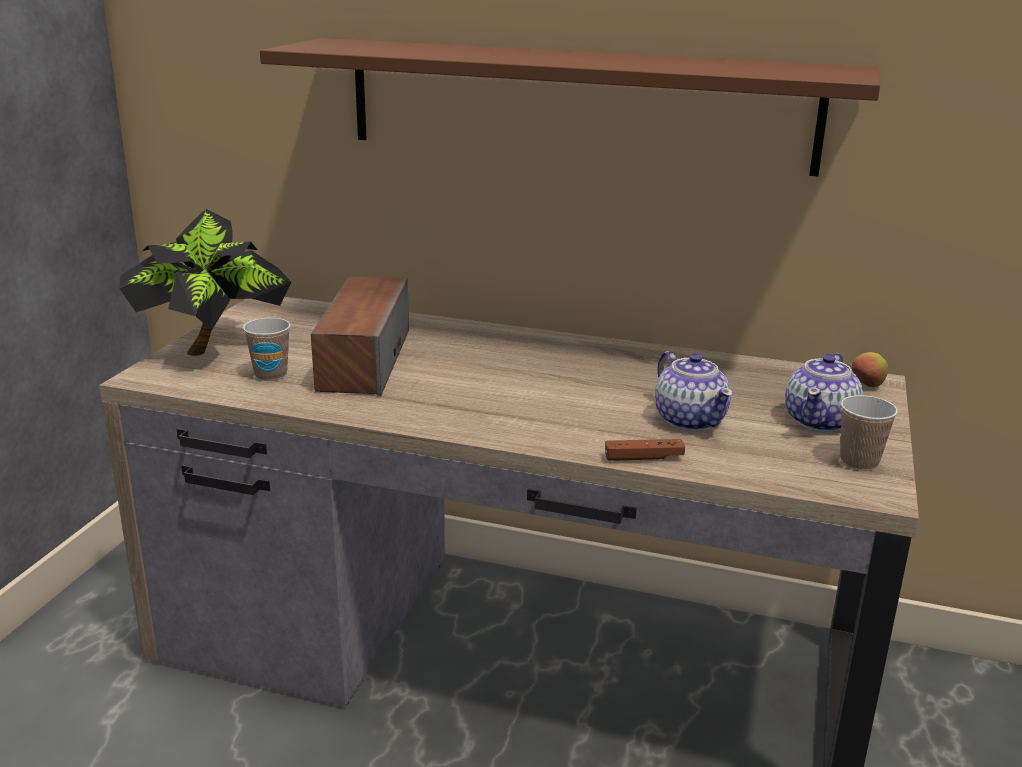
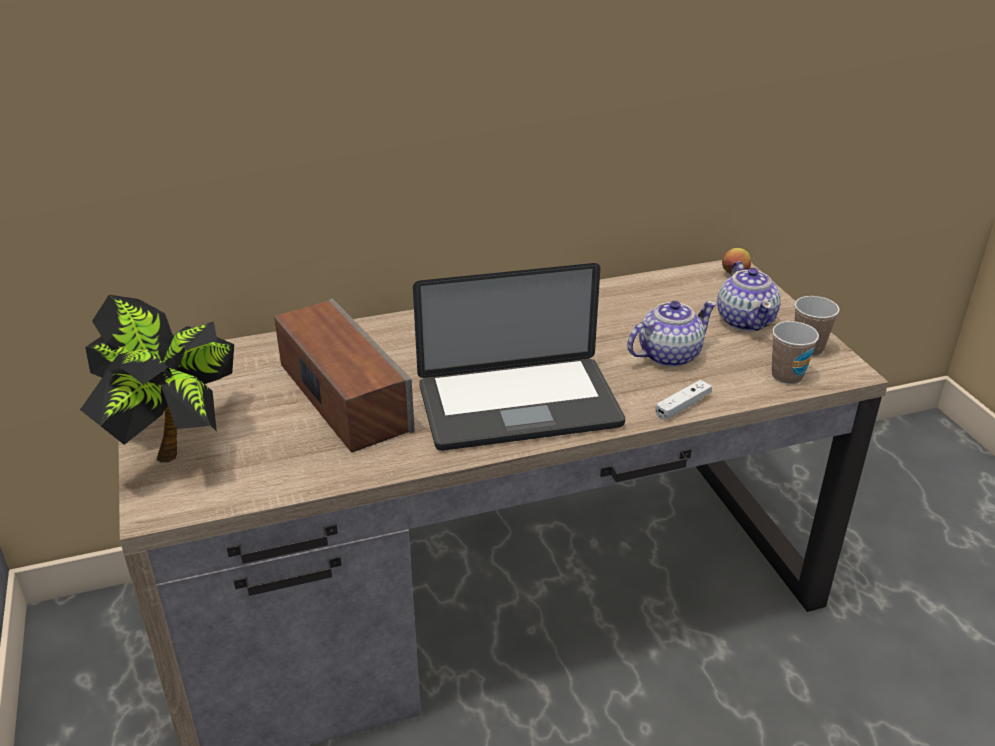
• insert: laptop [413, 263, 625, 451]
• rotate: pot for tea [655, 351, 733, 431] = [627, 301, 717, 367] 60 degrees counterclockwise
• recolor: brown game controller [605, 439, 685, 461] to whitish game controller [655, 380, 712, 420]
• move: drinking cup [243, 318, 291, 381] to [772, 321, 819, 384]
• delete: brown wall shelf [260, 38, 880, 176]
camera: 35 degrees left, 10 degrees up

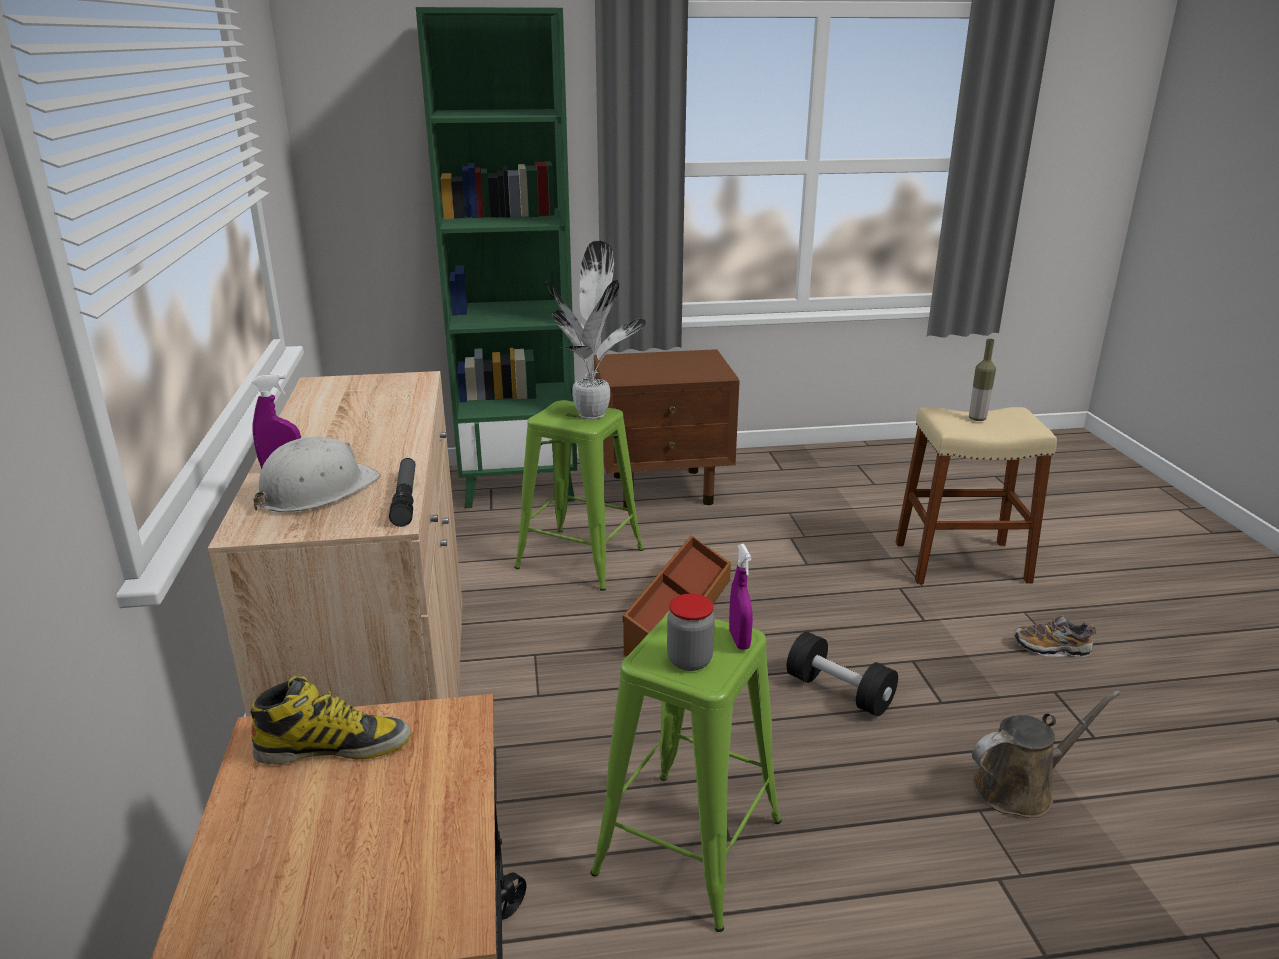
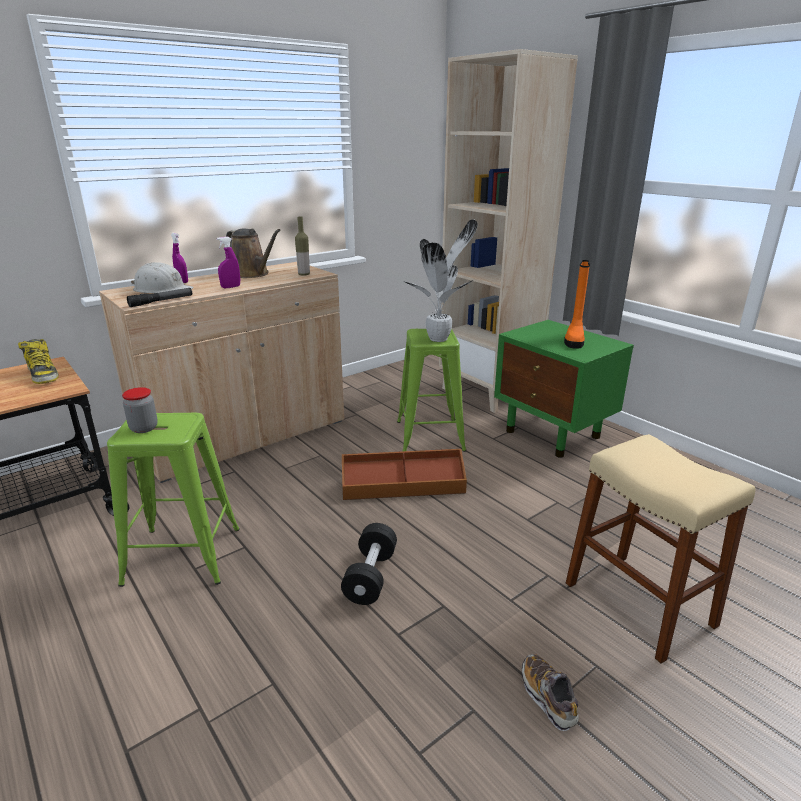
• move: purplish spray bottle [729, 544, 753, 650] to [216, 237, 240, 289]
• move: brown sprinkling can [972, 691, 1120, 818] to [226, 228, 281, 278]
• move: bottle [969, 339, 996, 421] to [295, 217, 310, 276]
• recolor: greenish bookcase [416, 7, 577, 508] to beige-coloured bookcase [439, 49, 578, 413]
• recolor: brown night table [594, 349, 740, 508] to greenish night table [494, 320, 634, 458]
• insert: orange-coloured boot [564, 260, 590, 349]
camera: 60 degrees right, 0 degrees up

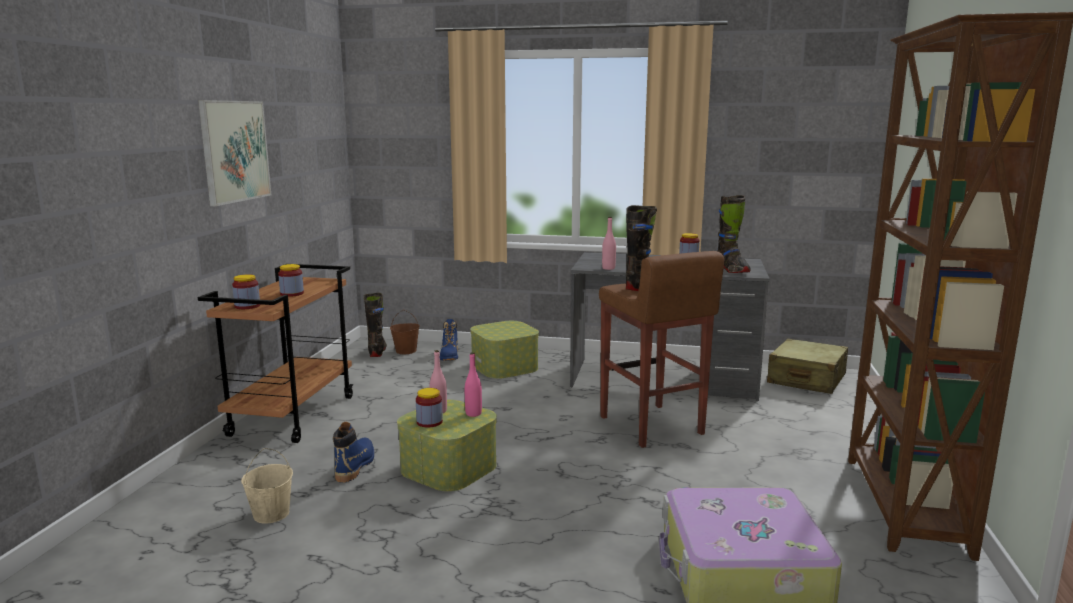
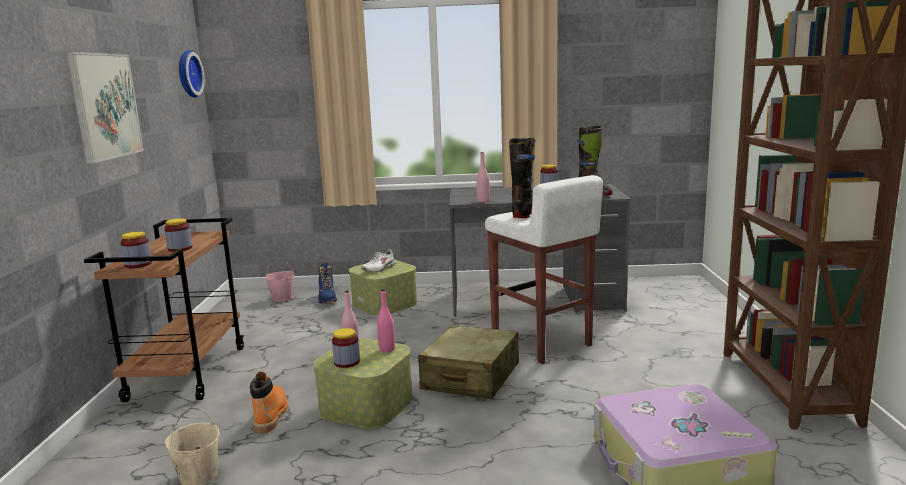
• insert: clock on the wall [179, 50, 205, 98]
• recolor: blue boot [333, 422, 374, 483] to orange-coloured boot [250, 372, 288, 434]
• recolor: brown bucket [390, 310, 420, 354] to pink bucket [265, 258, 295, 302]
• insert: whitish item of footwear [361, 249, 396, 272]
• move: beige-coloured travel case [767, 338, 848, 394] to [418, 325, 519, 399]
• recolor: brown stool [599, 251, 724, 448] to whitish stool [485, 175, 603, 364]
• delete: black boot [364, 293, 387, 357]
camera: 10 degrees left, 0 degrees up

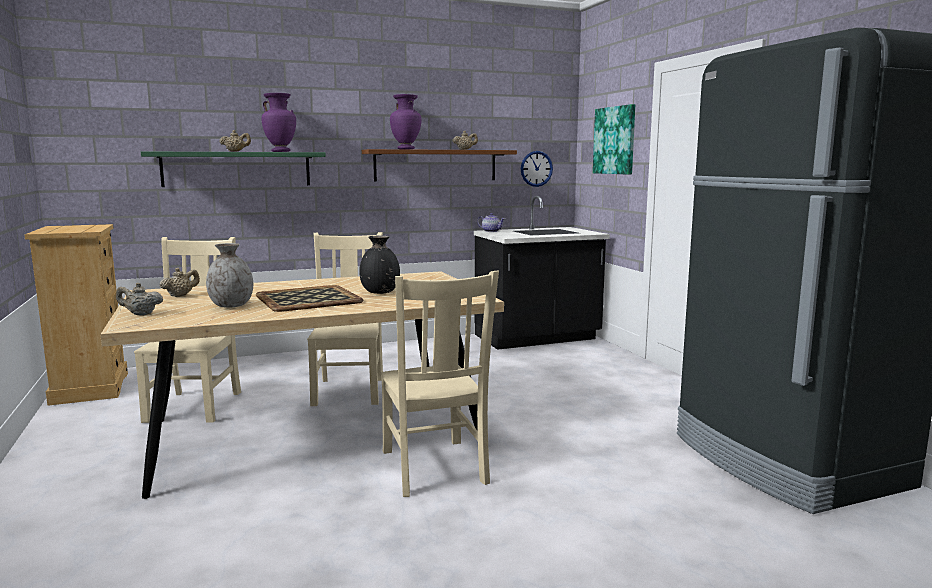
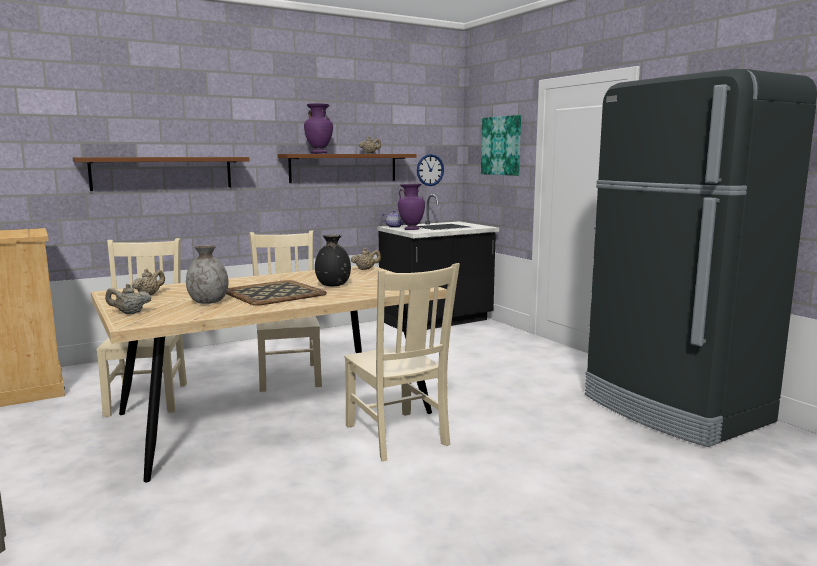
• recolor: greenish wall shelf [141, 151, 326, 187] to brown wall shelf [73, 157, 249, 191]
• move: beige-coloured pot for tea [219, 130, 251, 152] to [351, 248, 381, 270]
• move: purplish decorative vase [261, 93, 296, 152] to [398, 183, 425, 230]
camera: 10 degrees left, 0 degrees up

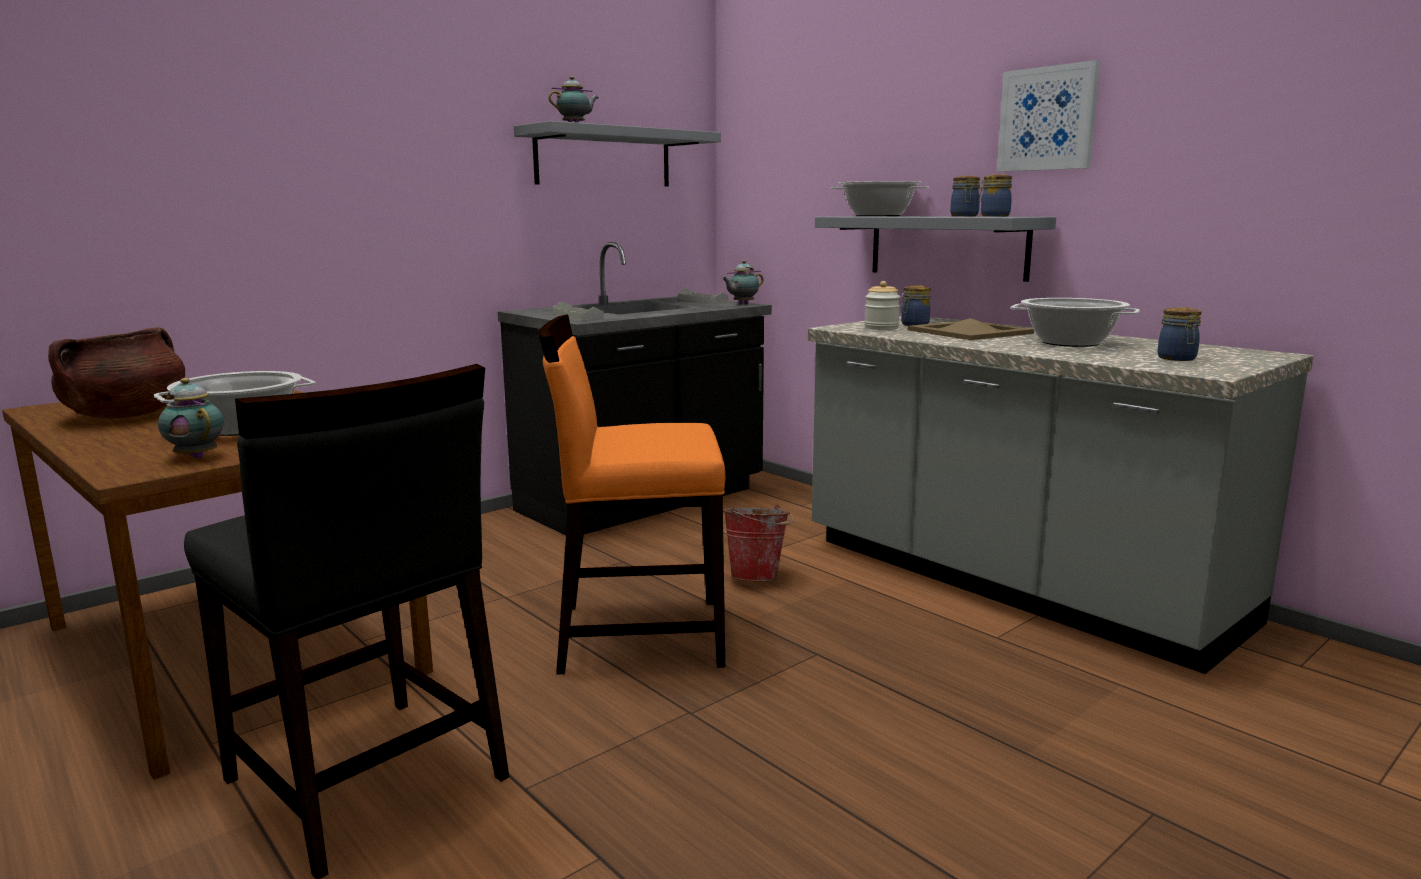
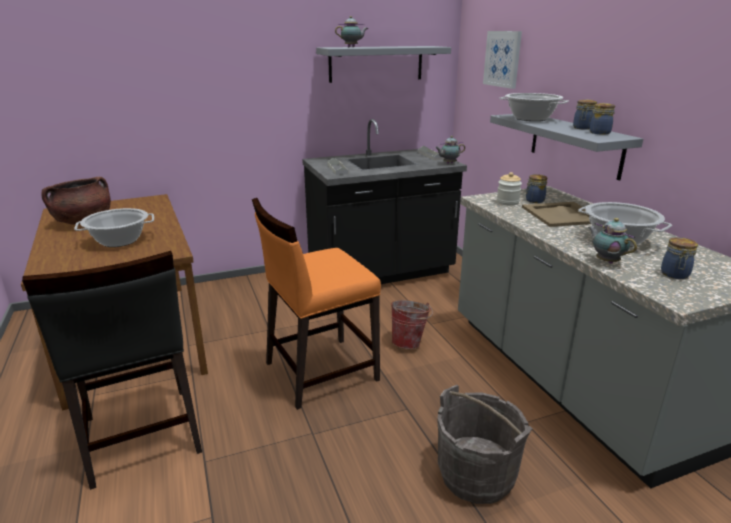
• rotate: orange-coloured chair [538, 315, 725, 675] = [252, 198, 381, 410] 45 degrees counterclockwise
• insert: greyish bucket [437, 385, 532, 504]
• move: picture [997, 60, 1100, 172] to [483, 31, 522, 89]
• move: pot for tea [158, 378, 224, 459] to [588, 218, 637, 264]
camera: 20 degrees right, 10 degrees up

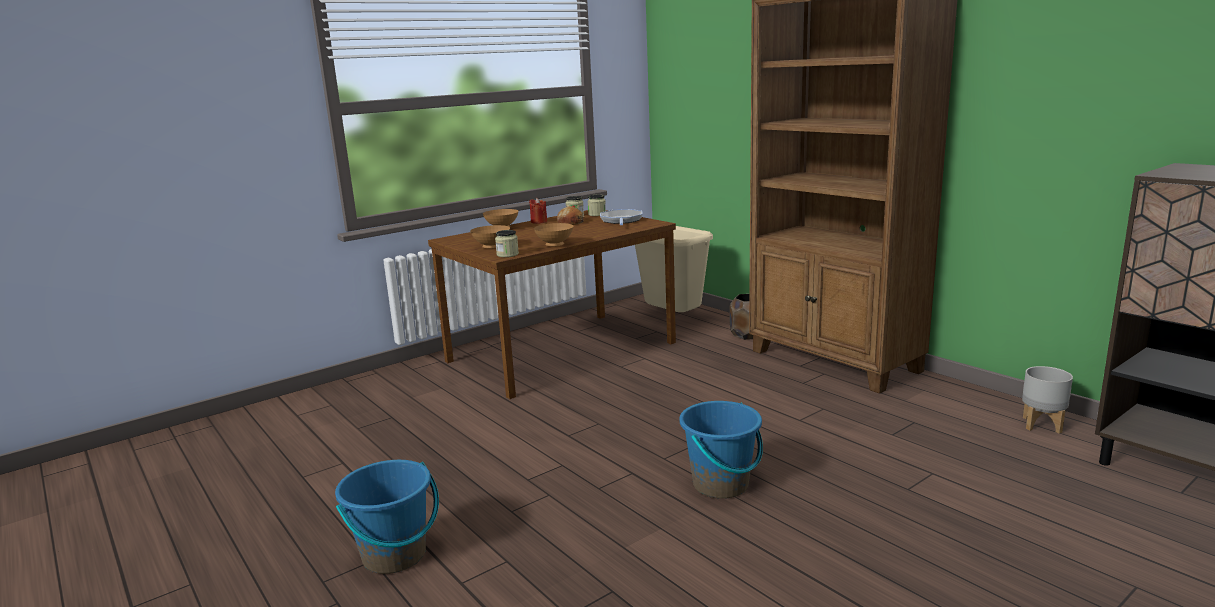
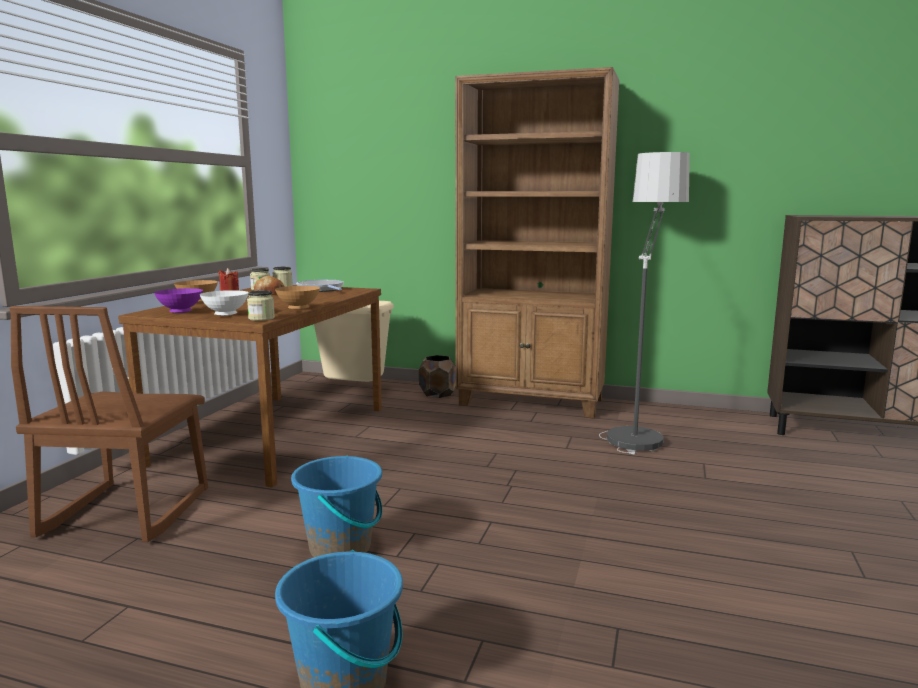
• insert: brown chair [9, 306, 208, 542]
• insert: purplish serving bowl [154, 288, 203, 313]
• recolor: brown serving bowl [470, 225, 510, 249] to whitish serving bowl [200, 290, 249, 316]
• move: blue bucket [679, 401, 763, 499] to [291, 456, 382, 557]
• insert: standard lamp [599, 152, 690, 455]
• delete: greyish plant pot [1022, 366, 1073, 434]
camera: 35 degrees left, 5 degrees down

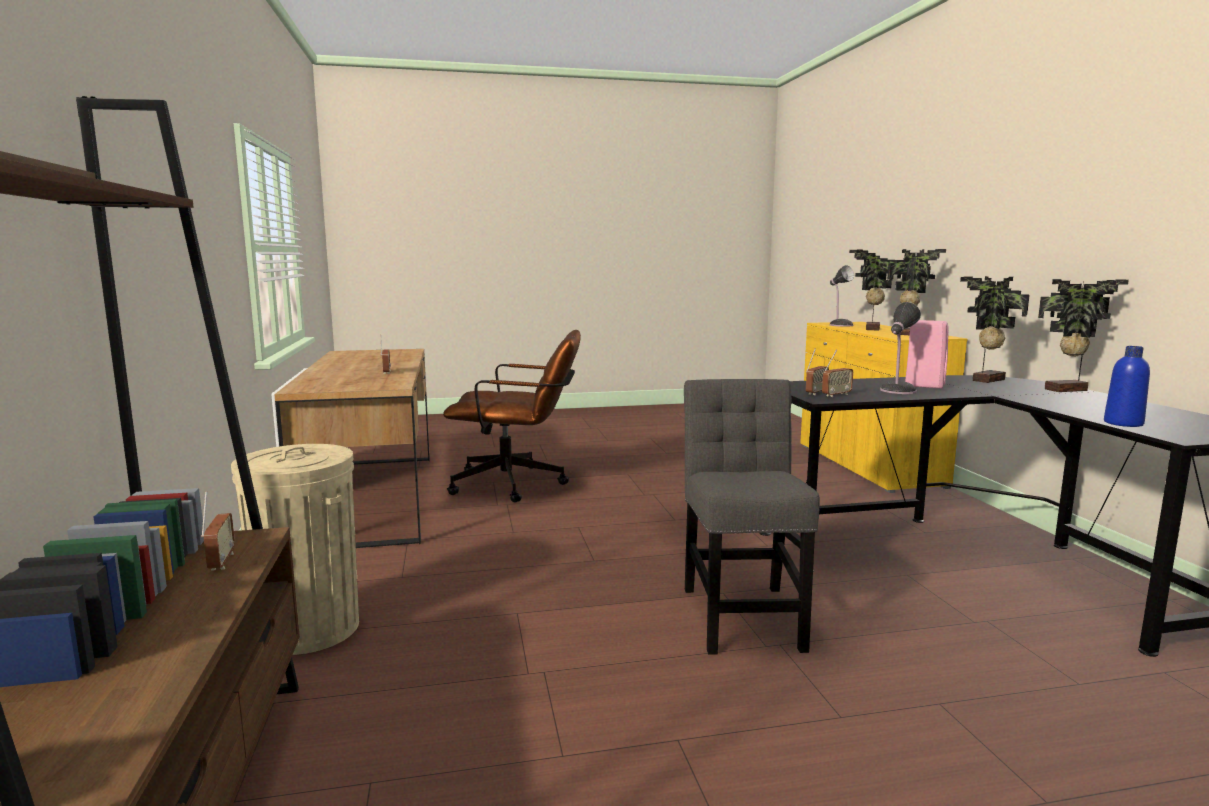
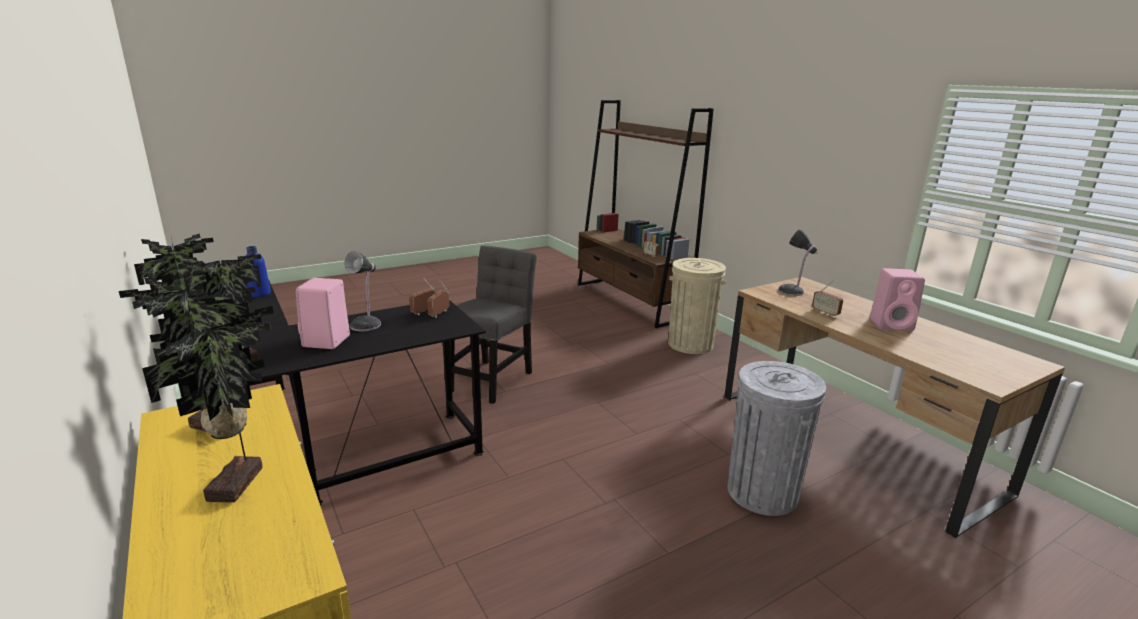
• rotate: greyish chair [684, 379, 820, 654] = [449, 245, 537, 404] 135 degrees counterclockwise
• replace: brown computer chair [443, 330, 581, 502] to greyish trash can [728, 361, 826, 516]
• move: tabletop lamp [830, 265, 854, 327] to [778, 229, 817, 296]
• insert: pink speaker [870, 268, 925, 331]
camera: 160 degrees right, 10 degrees up

